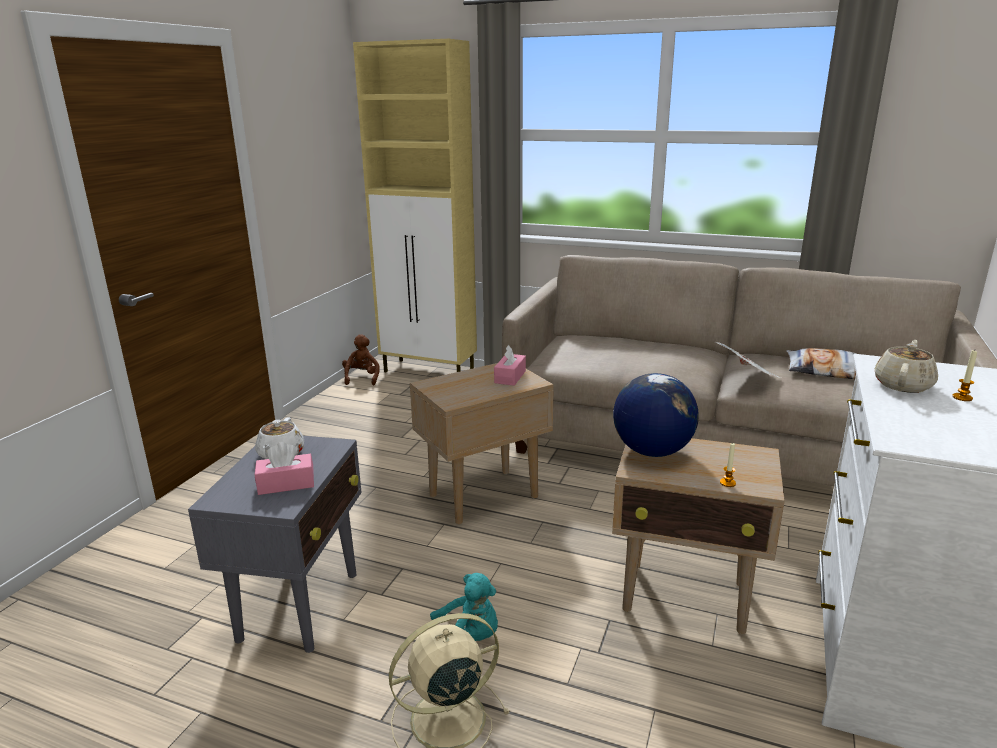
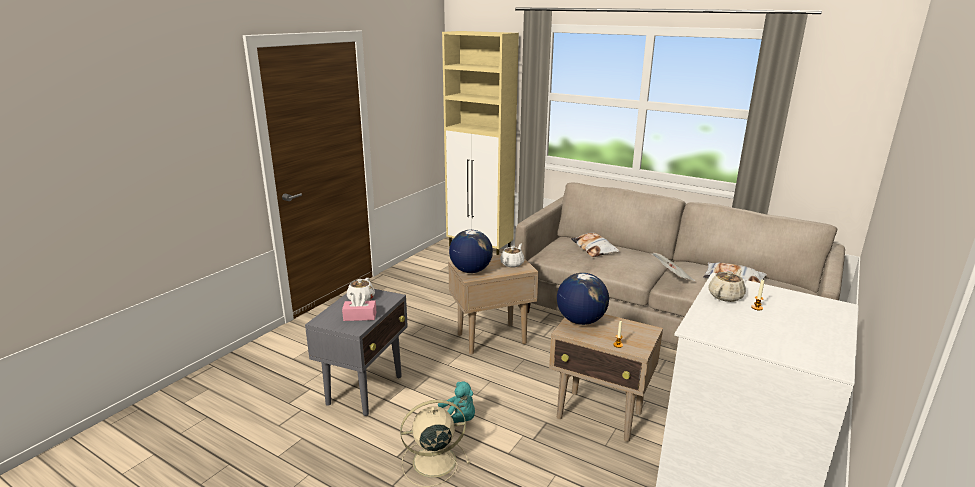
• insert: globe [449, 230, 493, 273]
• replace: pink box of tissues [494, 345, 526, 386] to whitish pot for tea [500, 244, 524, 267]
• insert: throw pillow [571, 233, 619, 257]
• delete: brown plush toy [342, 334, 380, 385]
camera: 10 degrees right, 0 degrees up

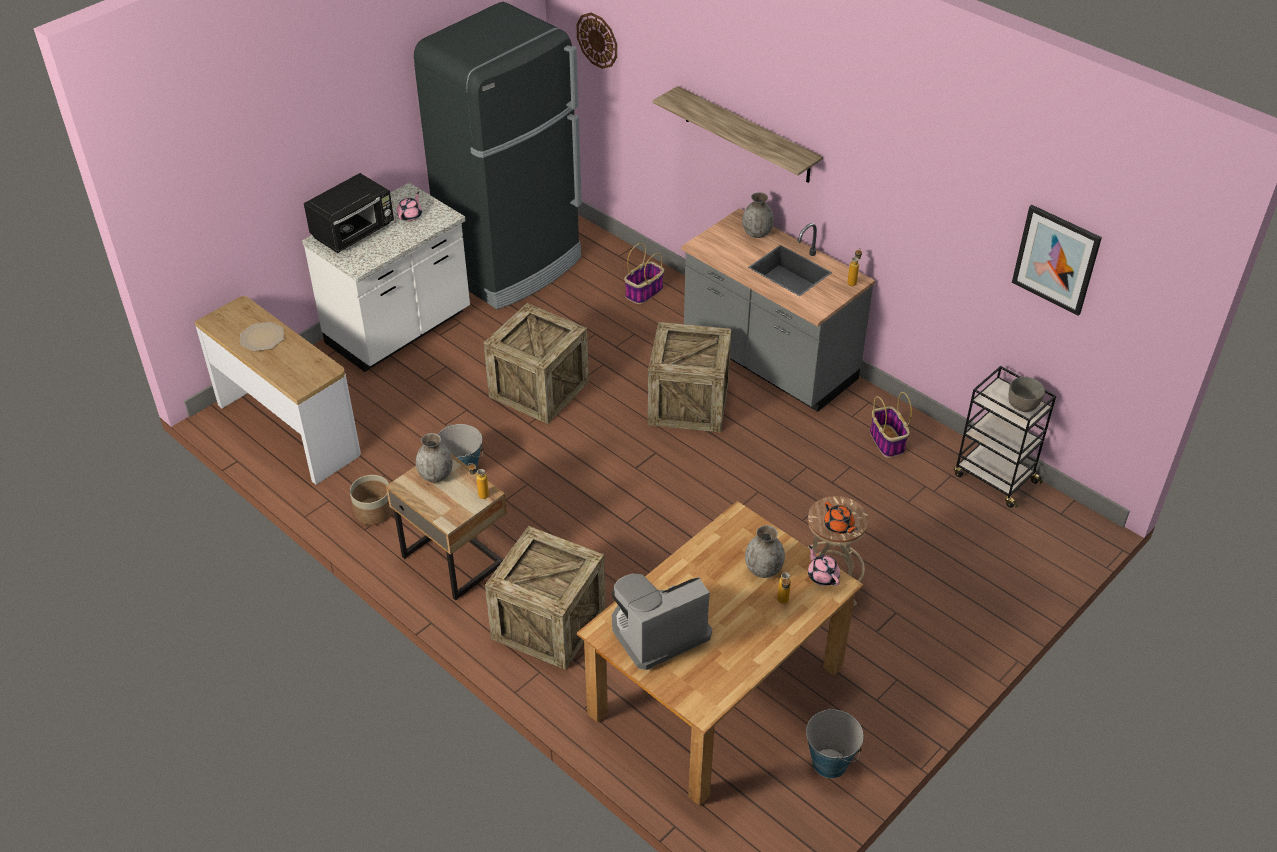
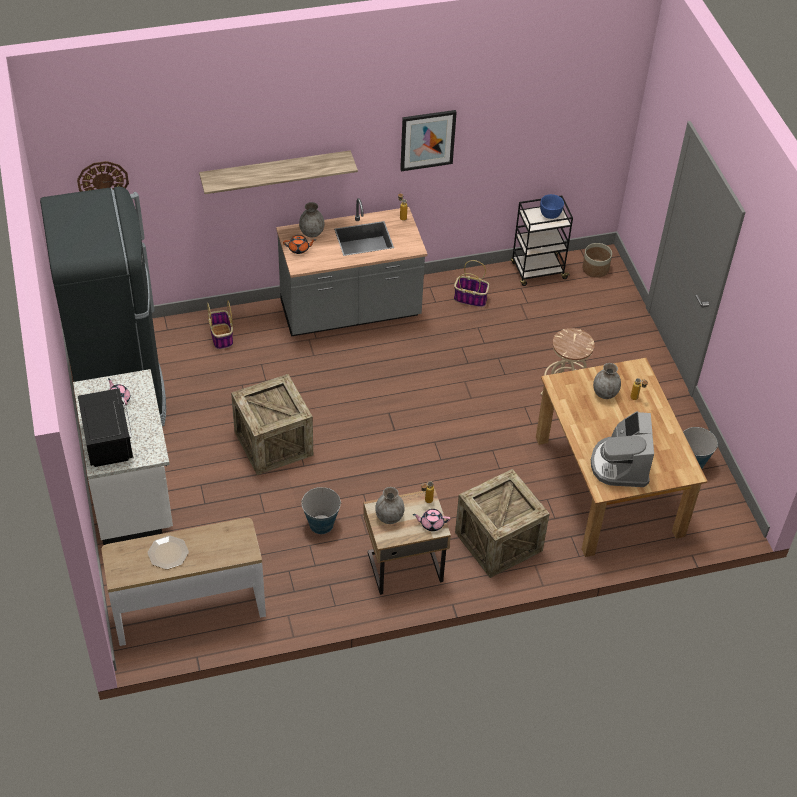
• move: orange-coloured pot for tea [824, 502, 858, 534] to [283, 235, 316, 254]
• move: picture [1012, 205, 1102, 316] to [400, 110, 457, 171]
• move: pink pot for tea [808, 546, 840, 586] to [413, 509, 451, 531]
• recolor: greyish serving bowl [1008, 377, 1045, 412] to blue serving bowl [540, 194, 564, 219]
• move: plant pot [350, 475, 393, 525] to [582, 243, 612, 278]
• delete: shipping crate [648, 322, 732, 433]
camera: 60 degrees left, 5 degrees up

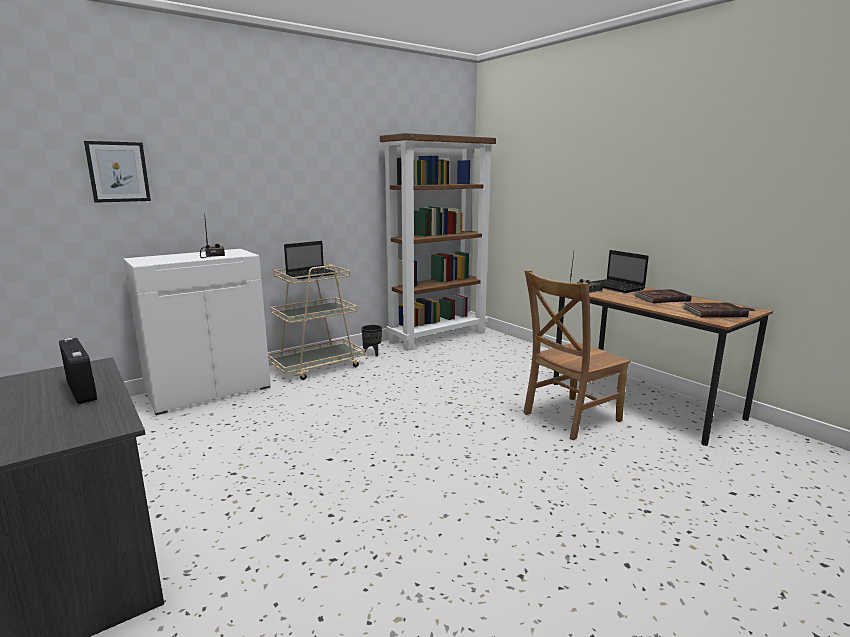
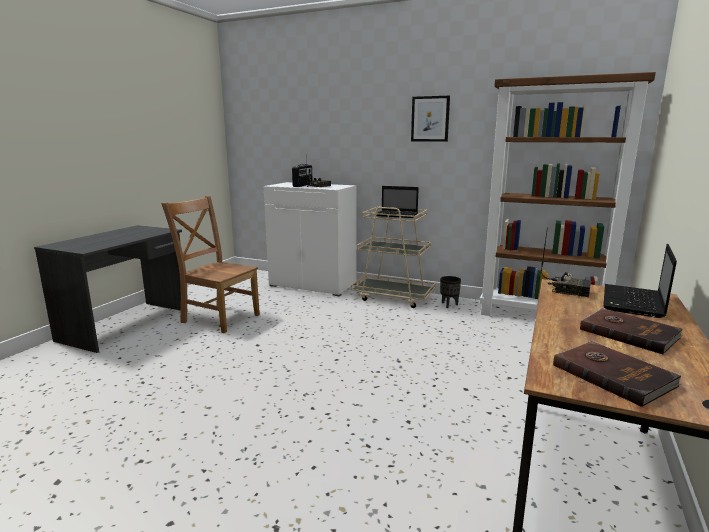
• move: brown chair [523, 270, 630, 440] to [161, 196, 260, 333]
• move: radio set [59, 338, 97, 404] to [292, 164, 313, 187]
• move: picture [84, 141, 151, 203] to [411, 96, 450, 142]
camera: 60 degrees right, 0 degrees up

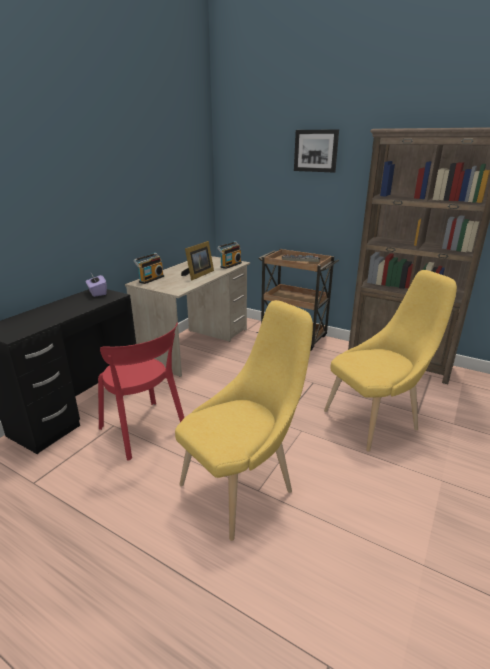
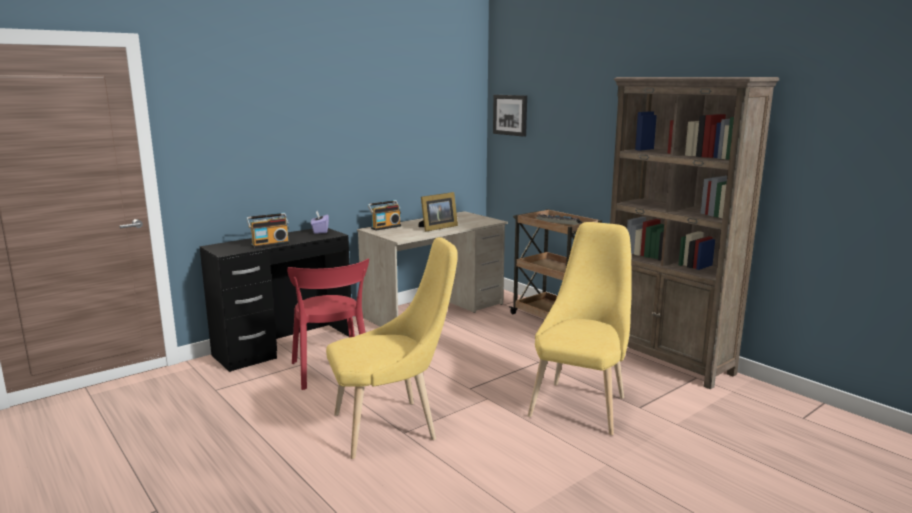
• move: radio set [217, 241, 242, 269] to [246, 213, 289, 249]
• move: picture [294, 129, 339, 173] to [493, 95, 527, 137]
• rotate: yellow-coloured chair [324, 270, 457, 452] = [528, 222, 632, 435] 60 degrees counterclockwise
camera: 20 degrees right, 10 degrees down

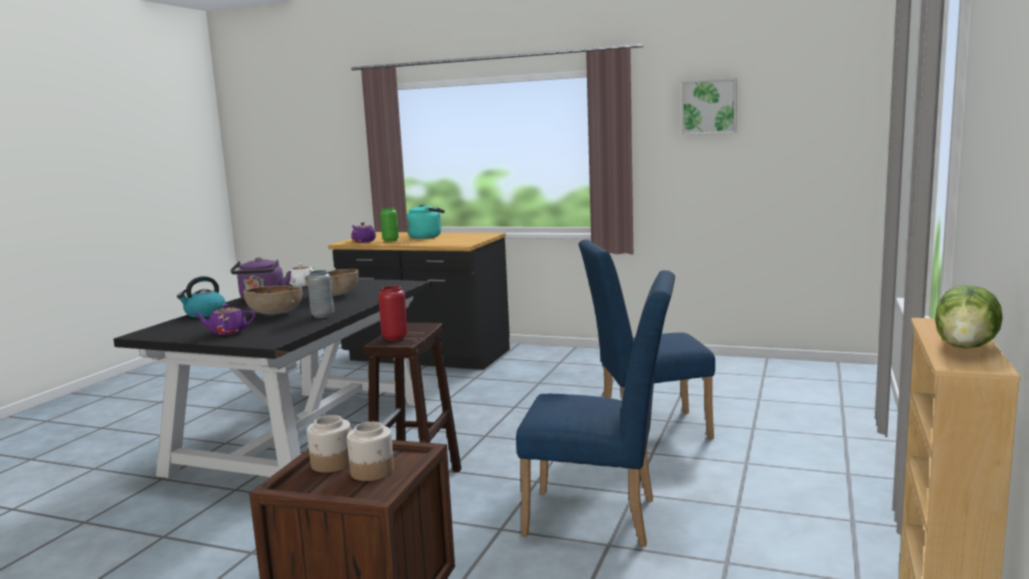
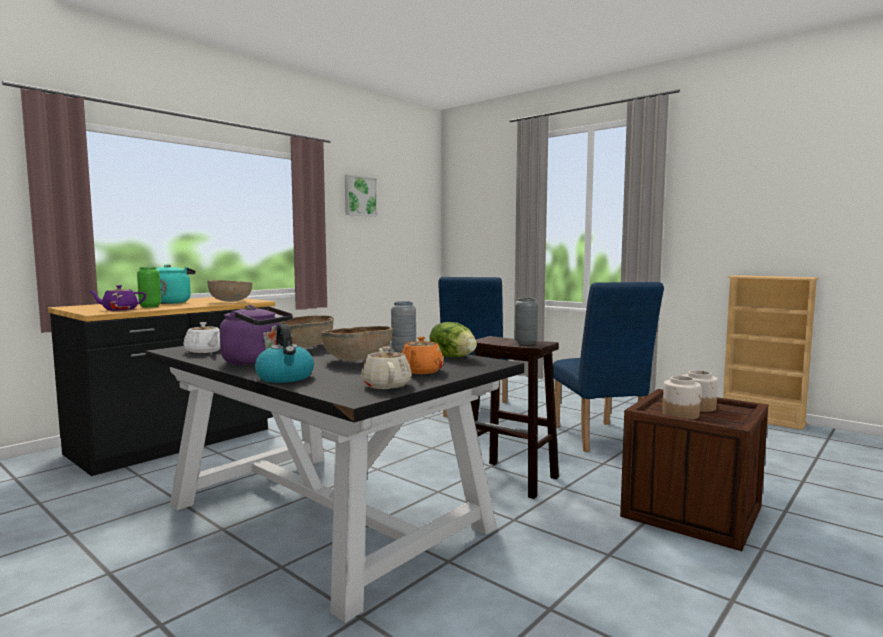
• insert: brown serving bowl [207, 280, 252, 302]
• insert: beige-coloured pot for tea [361, 347, 411, 389]
• recolor: purplish pot for tea [194, 304, 255, 335] to orange-coloured pot for tea [401, 336, 444, 374]
• move: head of lettuce [935, 285, 1003, 349] to [430, 322, 477, 357]
• recolor: red decorative vase [378, 286, 408, 341] to greyish decorative vase [514, 298, 538, 345]
• rotate: blue chair [516, 270, 675, 546] = [553, 282, 664, 452] 135 degrees clockwise
camera: 70 degrees left, 5 degrees down

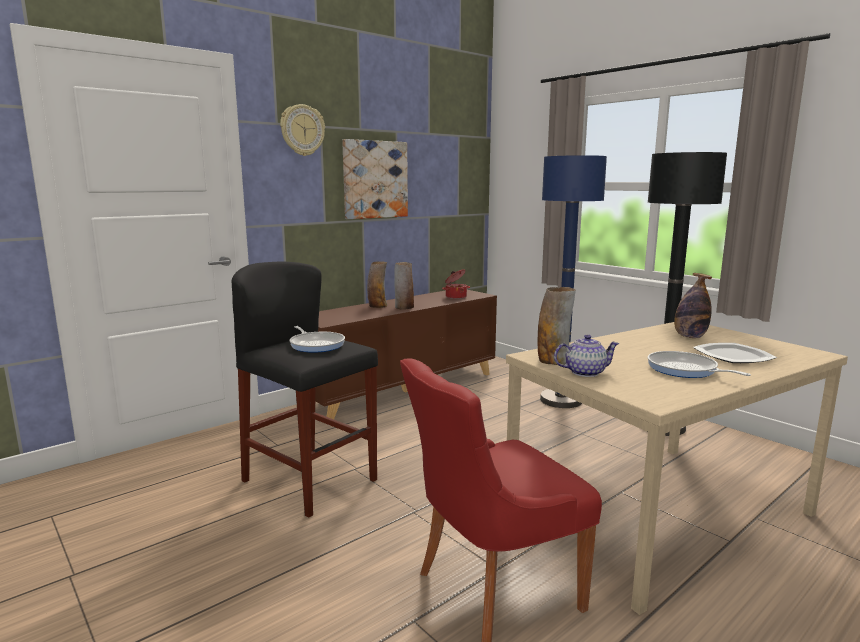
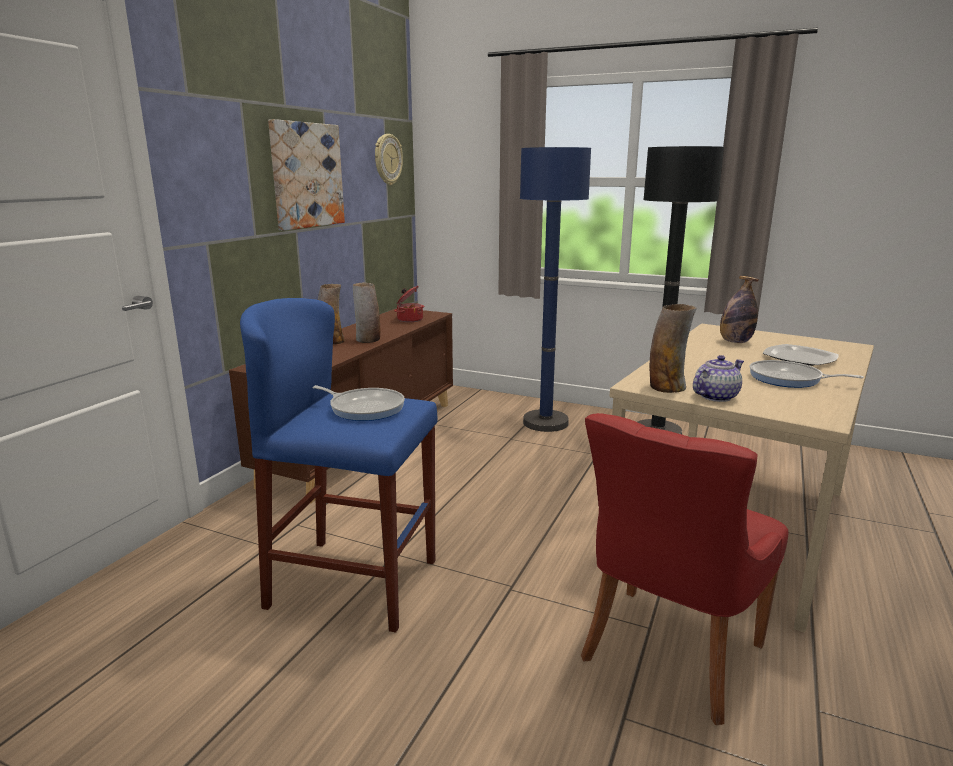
• recolor: black stool [232, 261, 378, 518] to blue stool [240, 298, 438, 632]
• move: clock on the wall [280, 104, 325, 156] to [375, 134, 403, 185]
camera: 25 degrees left, 5 degrees up

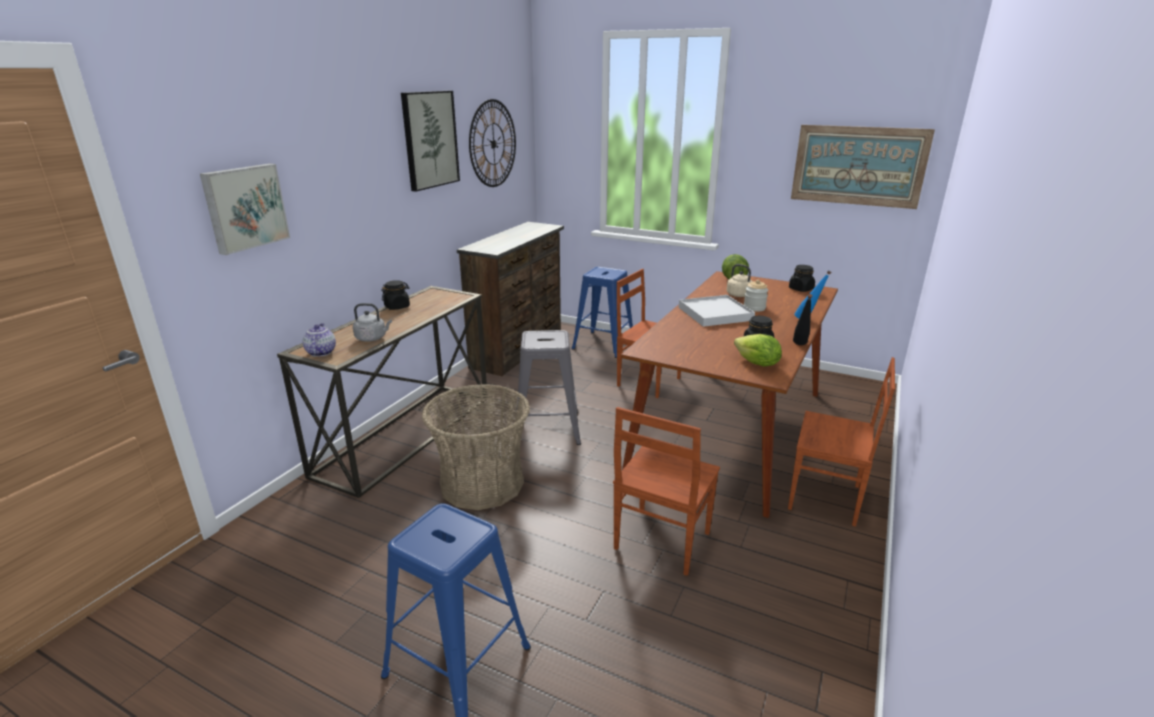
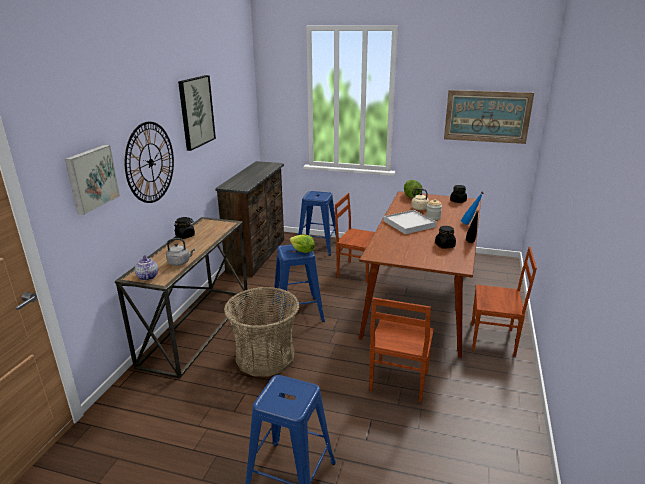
• move: clock on the wall [469, 99, 516, 187] to [125, 122, 174, 203]
• recolor: greyish stool [516, 330, 581, 445] to blue stool [272, 244, 325, 327]
• move: head of lettuce [734, 334, 782, 367] to [290, 234, 315, 253]
camera: 10 degrees left, 0 degrees up

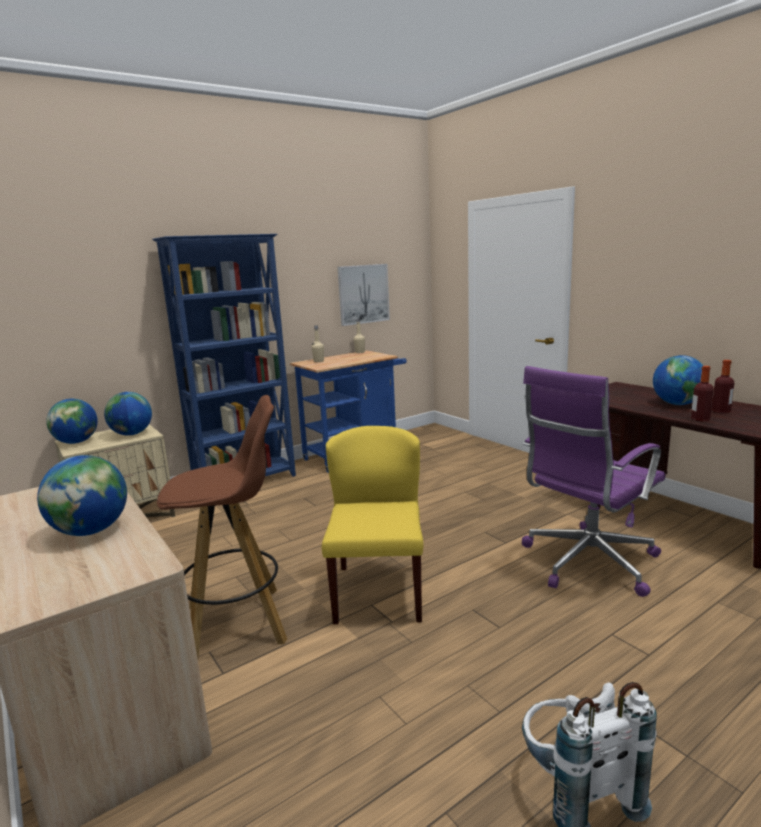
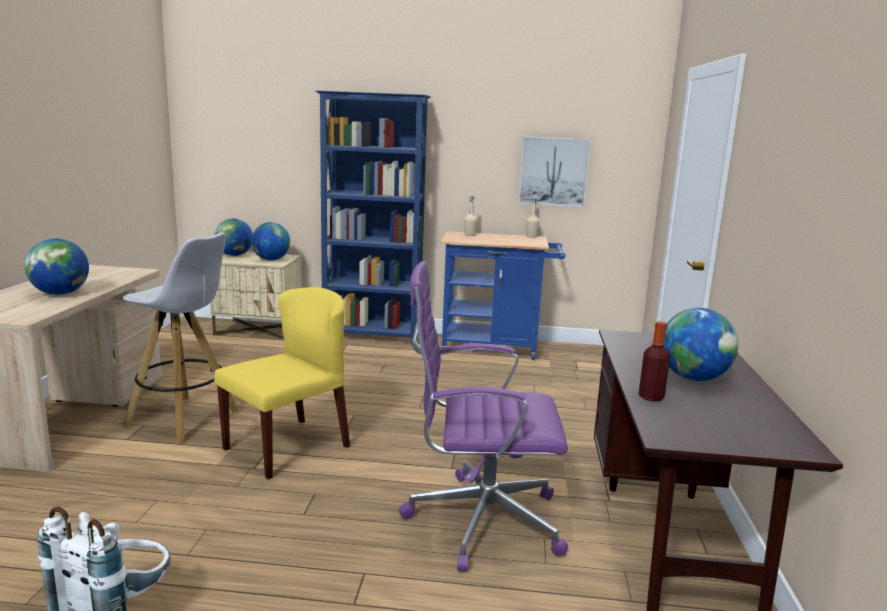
• recolor: brown stool [157, 395, 287, 659] to whitish stool [123, 233, 239, 443]
• delete: bottle [712, 360, 734, 413]
camera: 40 degrees right, 0 degrees up

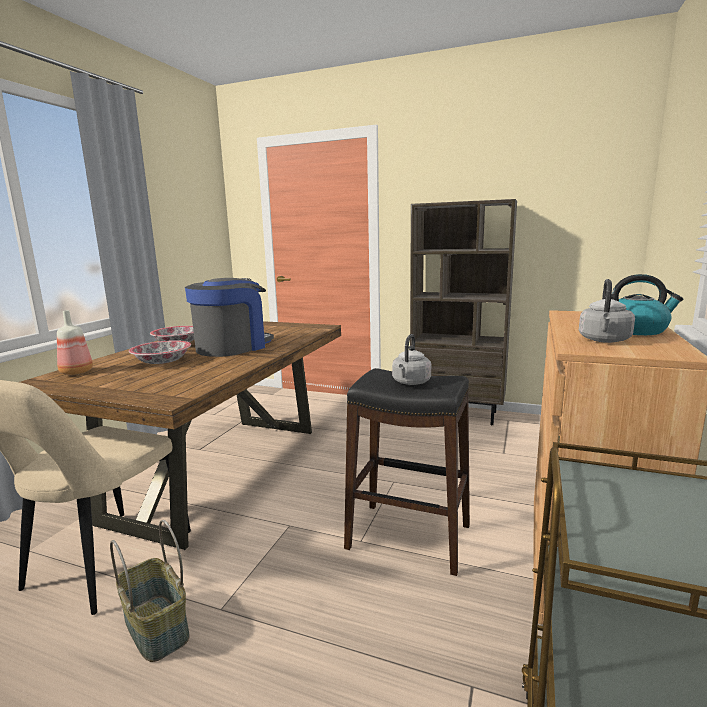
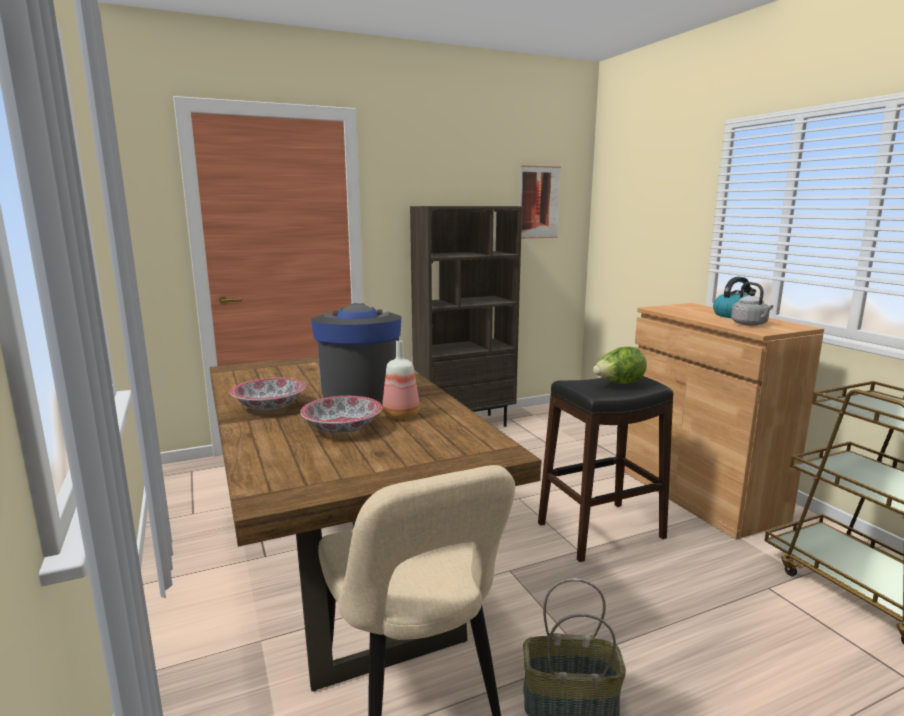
• move: bottle [57, 310, 93, 375] to [382, 340, 420, 419]
• insert: picture [520, 165, 561, 239]
• replace: greyish tea kettle [392, 334, 431, 385] to head of lettuce [593, 347, 647, 384]
camera: 45 degrees left, 0 degrees up

